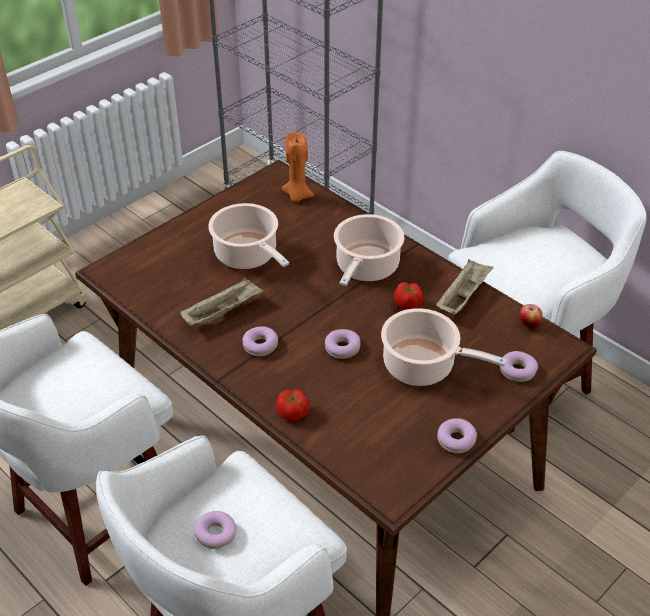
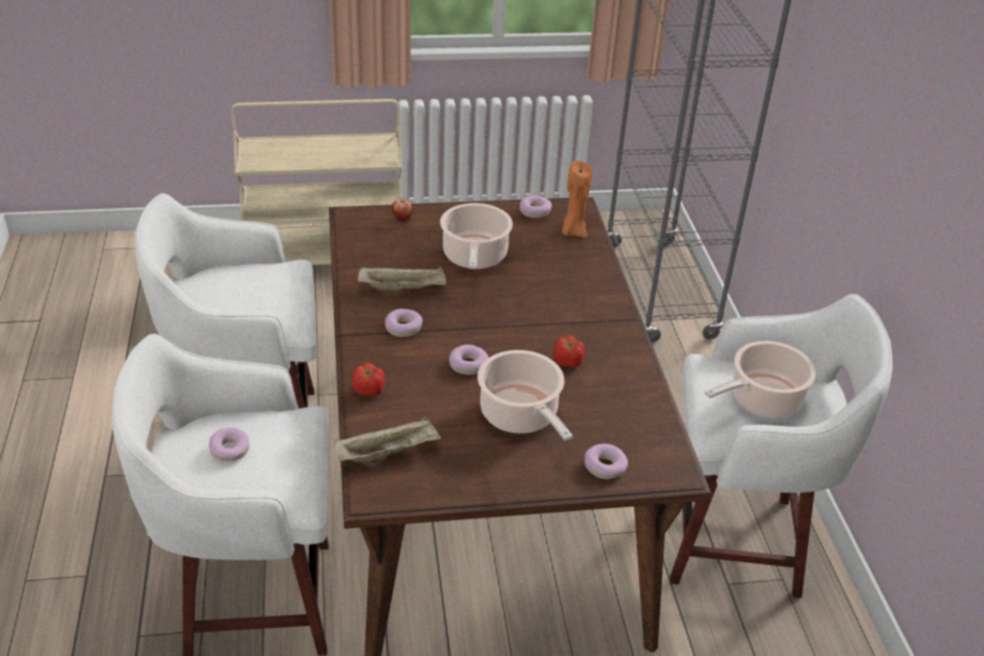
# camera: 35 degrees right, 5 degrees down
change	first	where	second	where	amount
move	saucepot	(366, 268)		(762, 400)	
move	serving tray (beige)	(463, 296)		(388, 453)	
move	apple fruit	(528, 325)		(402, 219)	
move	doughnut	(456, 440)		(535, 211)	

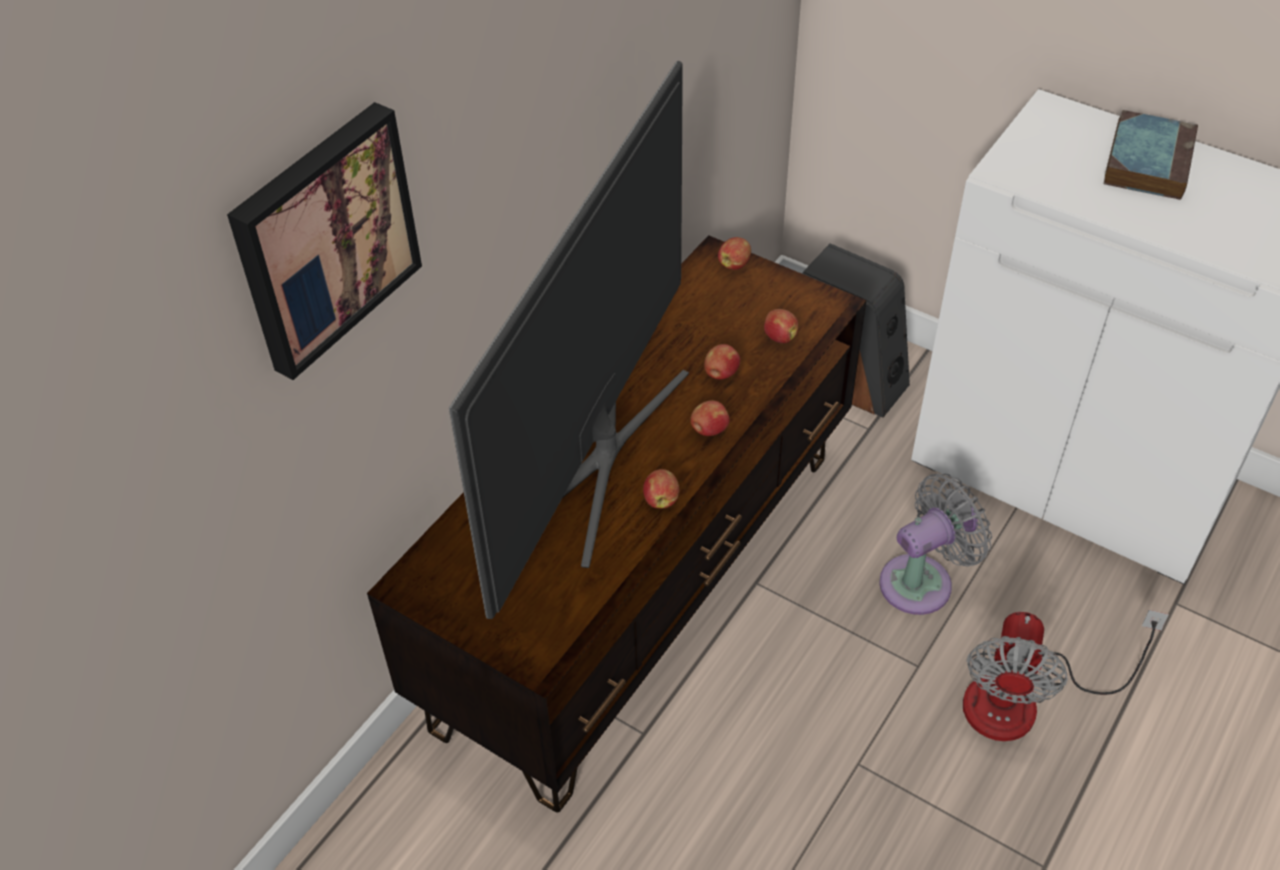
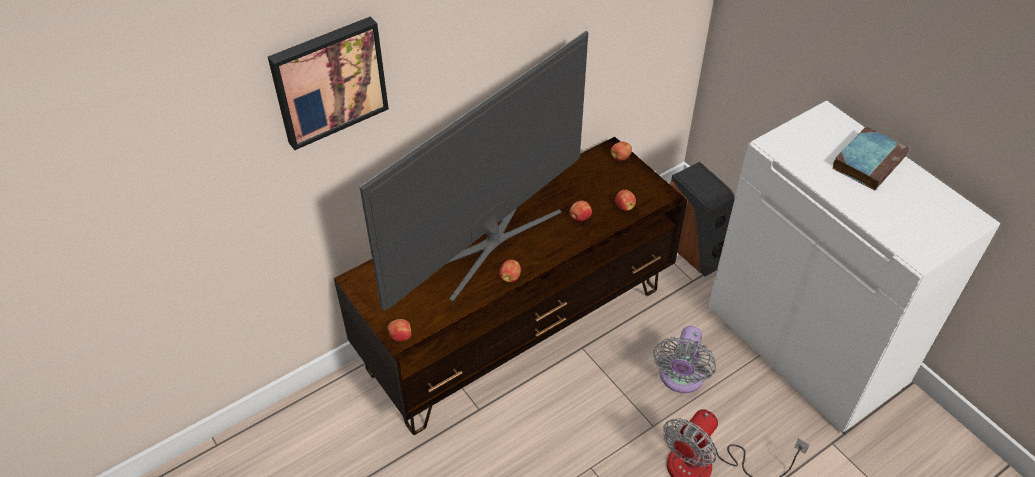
# camera: 20 degrees right, 0 degrees up
change	first	where	second	where	amount
move	apple fruit	(709, 430)		(400, 336)	
rotate	electric fan (greyish)	(922, 581)		(680, 378)	120 degrees clockwise

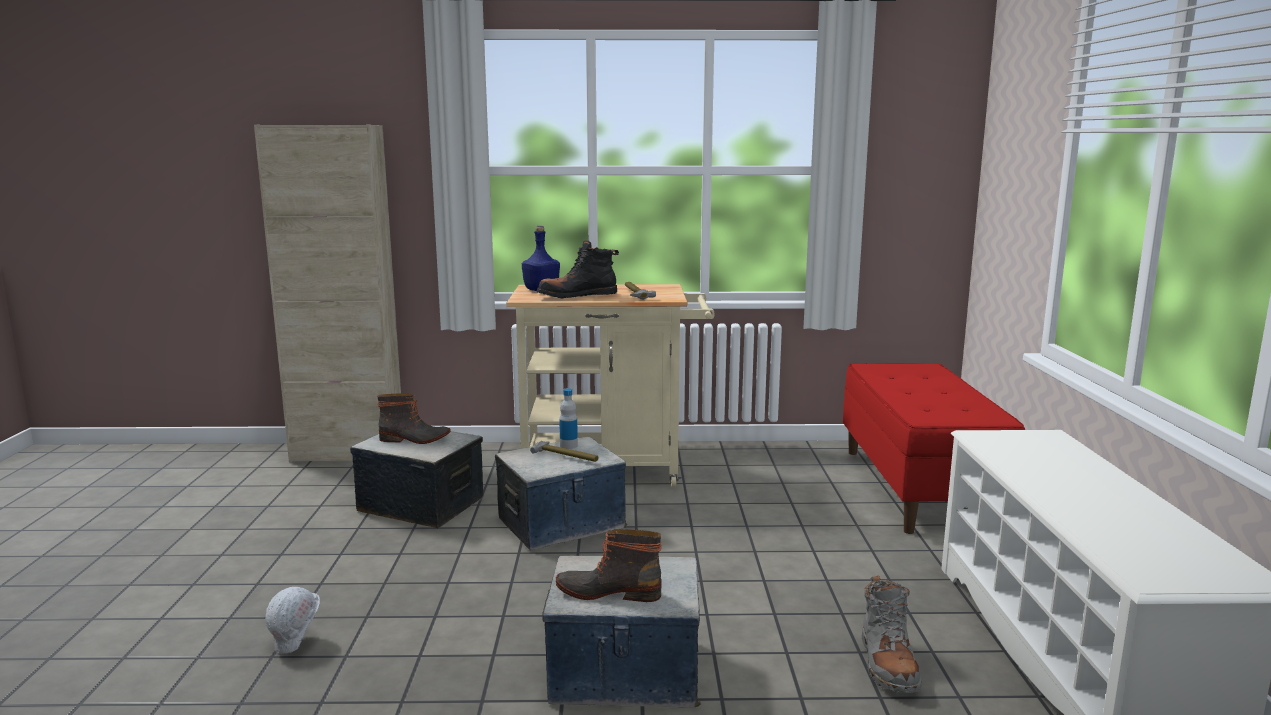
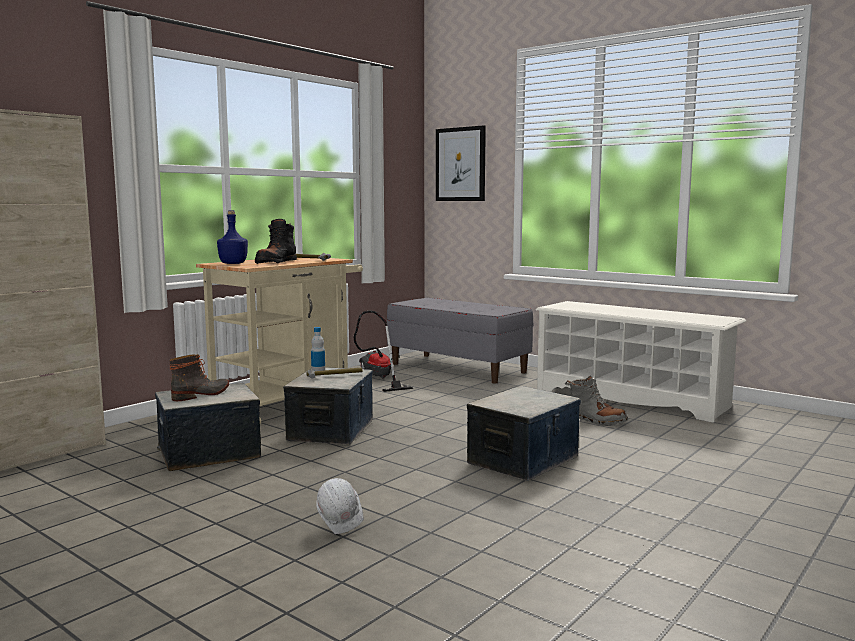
# camera: 50 degrees left, 5 degrees down
change	first	where	second	where	amount
recolor	indoor bench (red)	(919, 488)	indoor bench (greyish)	(458, 368)	
delete	tall boot	(609, 591)			
insert			wall art	(460, 164)	
insert			vacuum cleaner	(378, 378)	

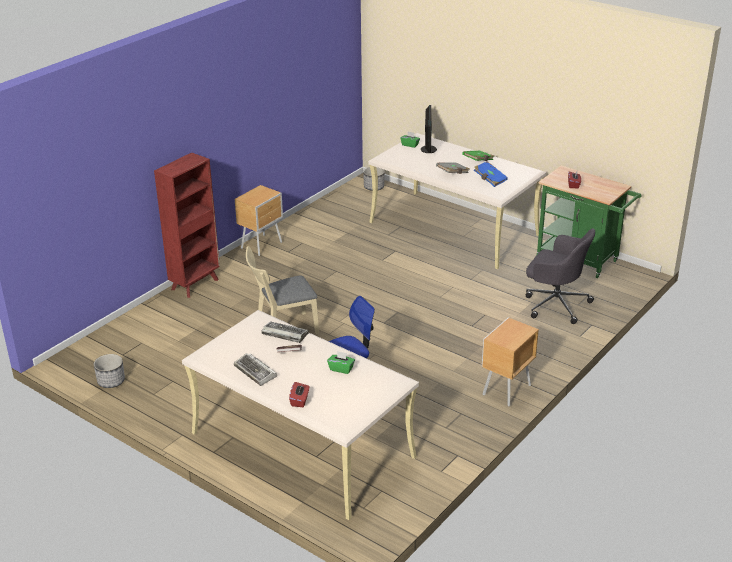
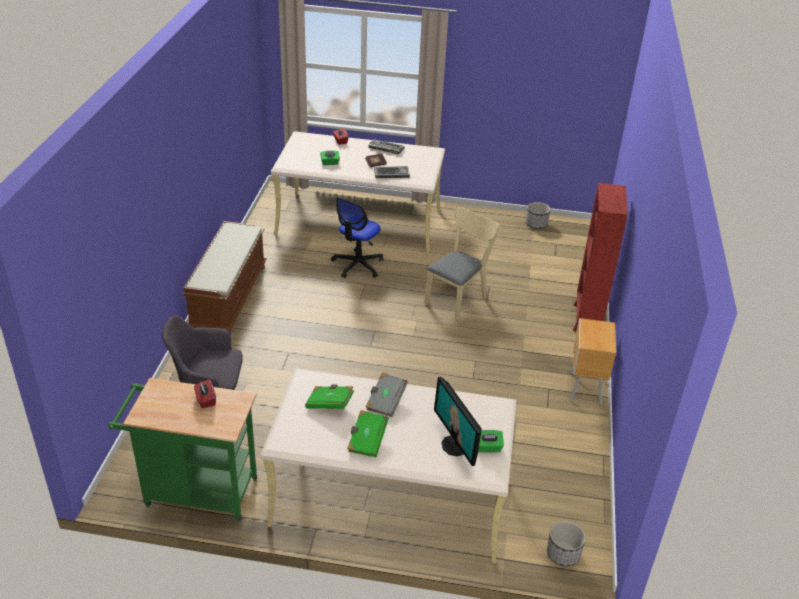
# camera: 150 degrees right, 5 degrees up
change	first	where	second	where	amount
recolor	bound book (blue-coloured)	(489, 180)	bound book (green-coloured)	(330, 404)	
replace	night table (brown-coloured)	(505, 390)	indoor bench (brown-coloured)	(228, 297)	

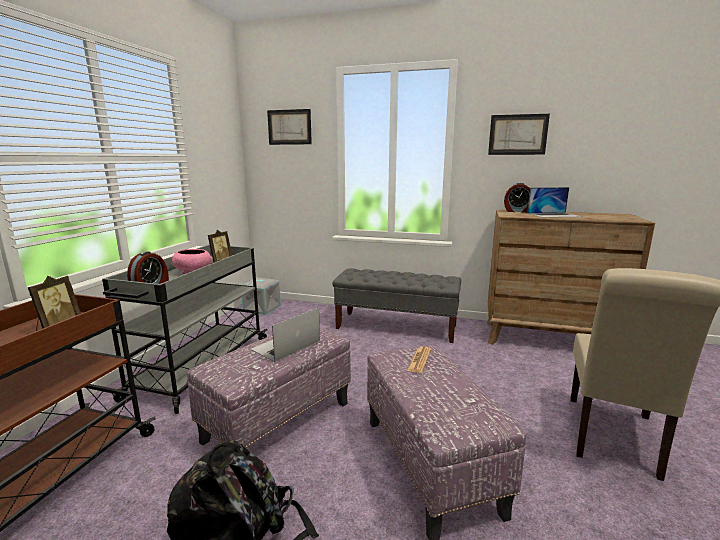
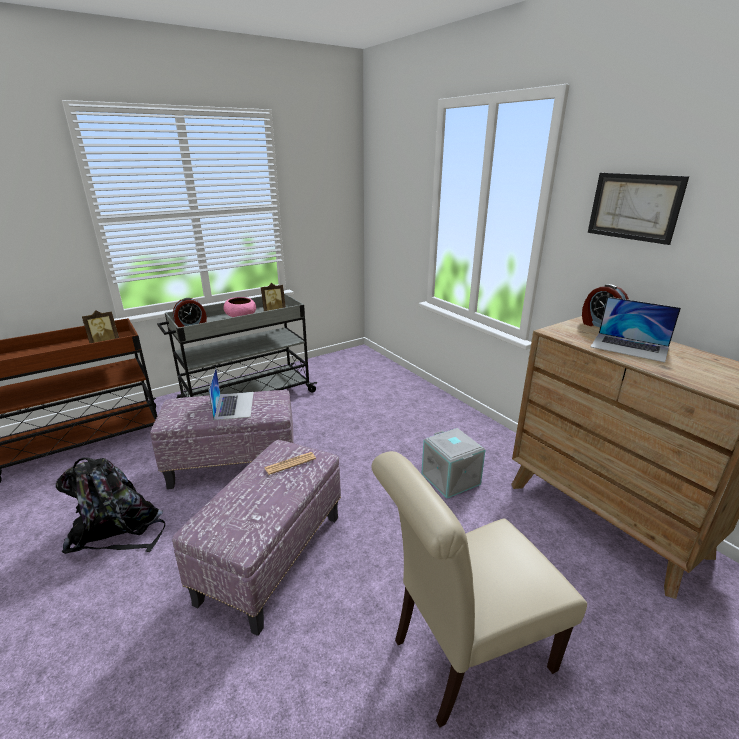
# camera: 40 degrees right, 10 degrees up
change	first	where	second	where	amount
delete	wall art	(289, 127)			
delete	indoor bench (greyish)	(396, 327)			
move	storage container (greyish)	(262, 308)		(451, 479)	
rotate	notebook computer	(285, 345)		(234, 405)	90 degrees clockwise

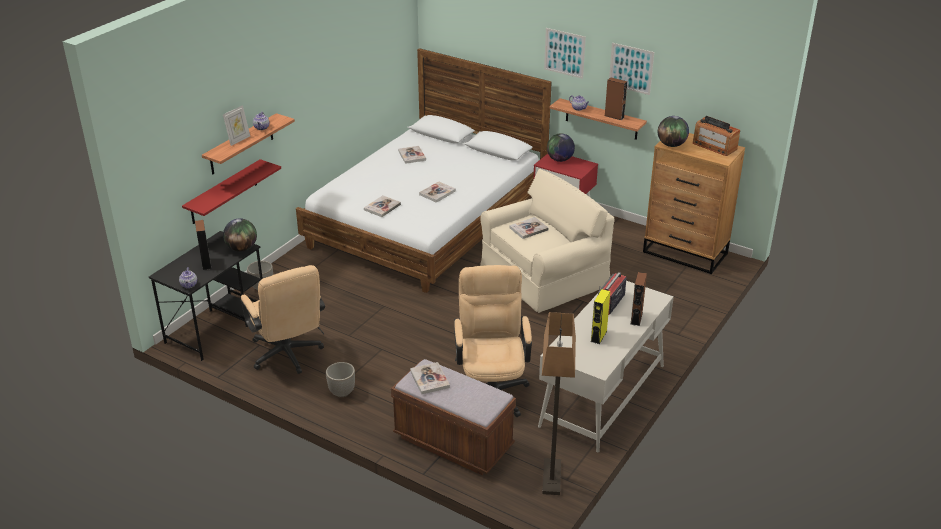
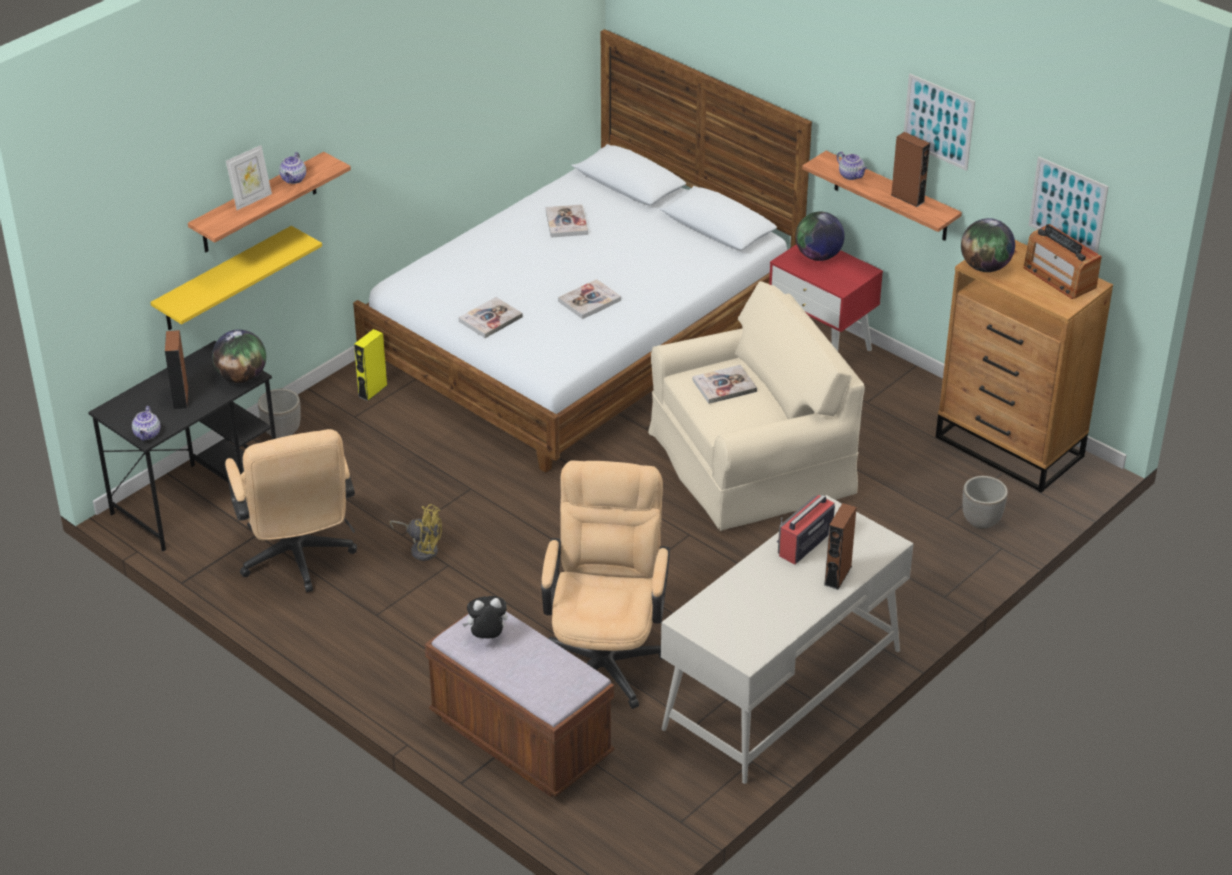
# camera: 10 degrees right, 5 degrees up
change	first	where	second	where	amount
move	wall art	(564, 53)		(1068, 206)	
recolor	bracket shelf (red)	(224, 192)	bracket shelf (yellow)	(224, 280)	
move	speaker (yellow)	(598, 336)		(372, 391)	
delete	standing lamp	(552, 478)			
move	planter	(341, 392)		(980, 521)	
replace	bound book	(429, 379)	plush toy	(487, 637)	
insert			electric fan (yellow)	(422, 548)	

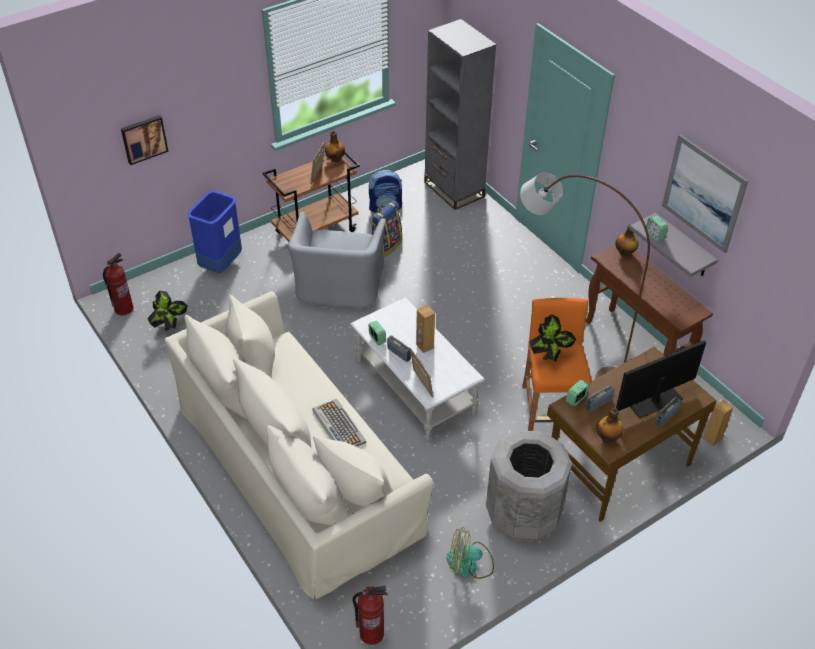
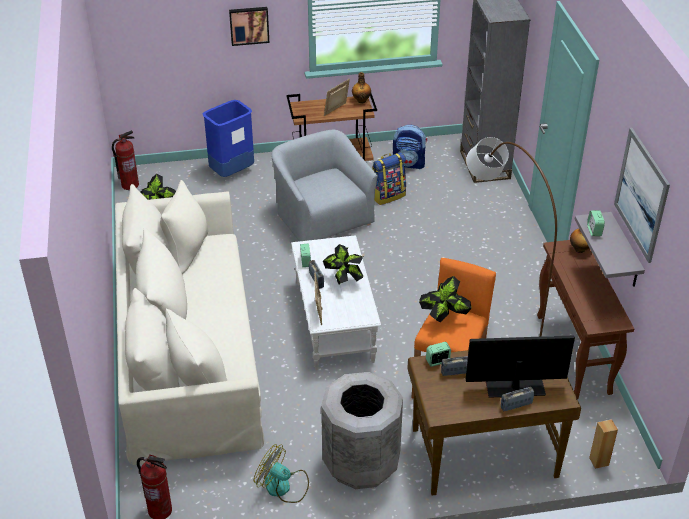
# camera: 25 degrees right, 5 degrees down
change	first	where	second	where	amount
move	wall art	(144, 139)		(249, 25)	
rotate	easy chair (greyish)	(339, 286)		(322, 218)	120 degrees clockwise
replace	speaker (brown-coloured)	(424, 346)	plant in a pot	(344, 280)	
delete	computer keyboard	(338, 426)			
delete	drink bottle	(608, 438)			

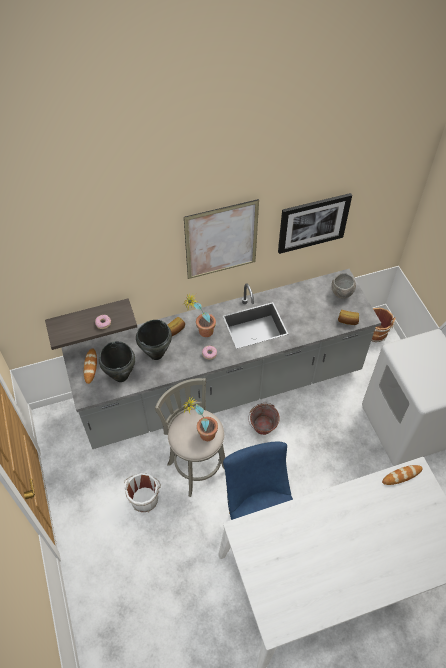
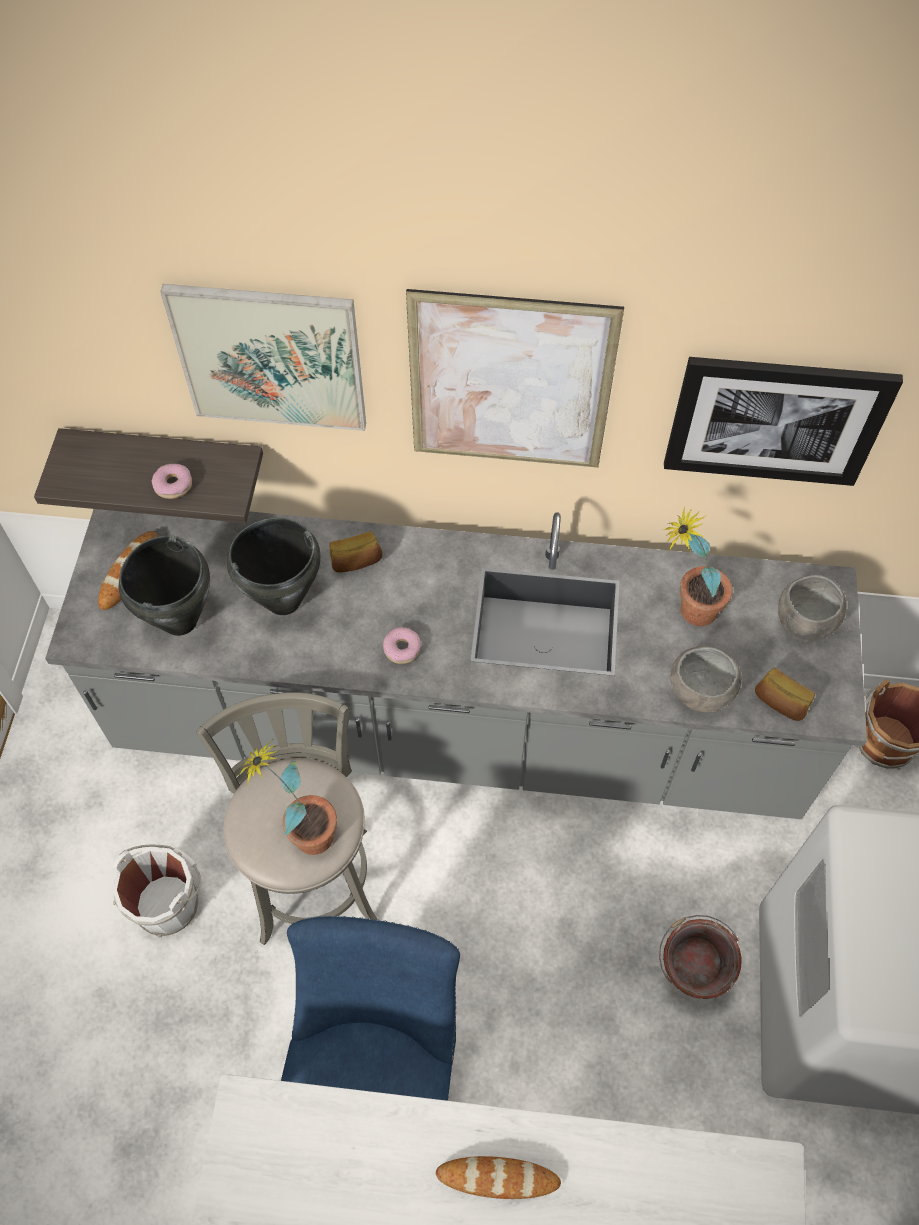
# camera: 25 degrees right, 5 degrees up
change	first	where	second	where	amount
move	plant in a pot	(201, 332)		(686, 610)	
move	pail	(262, 430)		(687, 974)	
move	bakery bread	(401, 475)		(497, 1178)	
insert			wall art	(270, 357)	
insert			deep dish (greyish)	(701, 693)	

